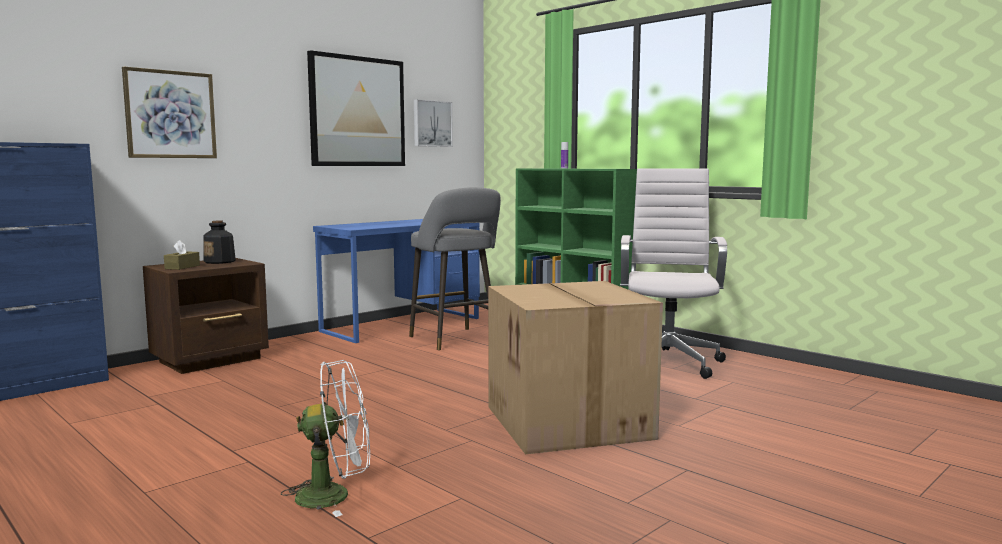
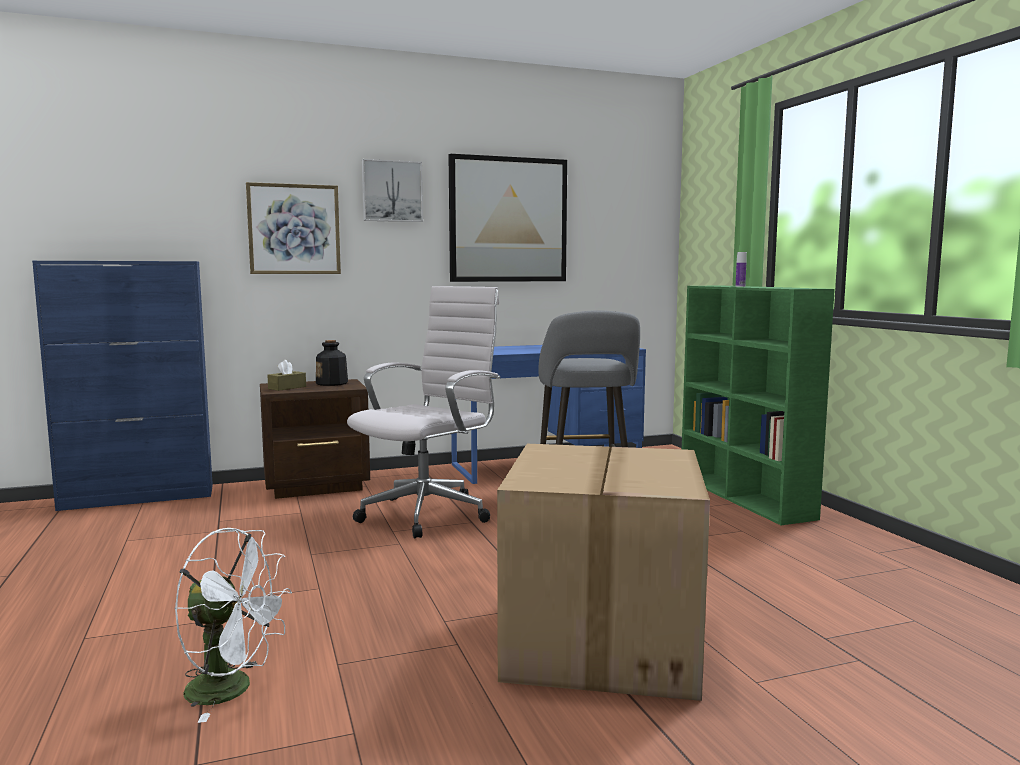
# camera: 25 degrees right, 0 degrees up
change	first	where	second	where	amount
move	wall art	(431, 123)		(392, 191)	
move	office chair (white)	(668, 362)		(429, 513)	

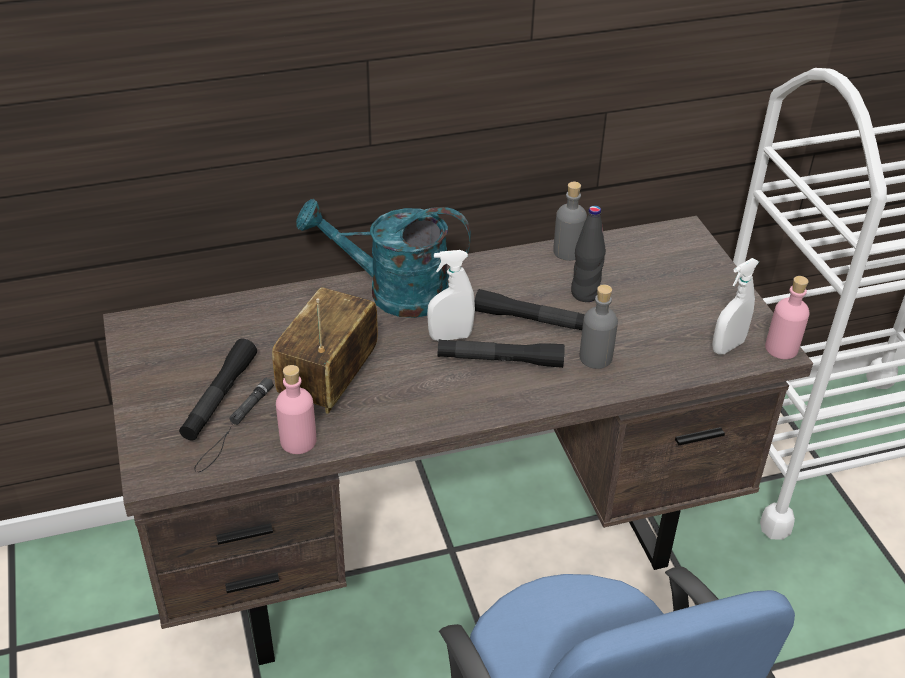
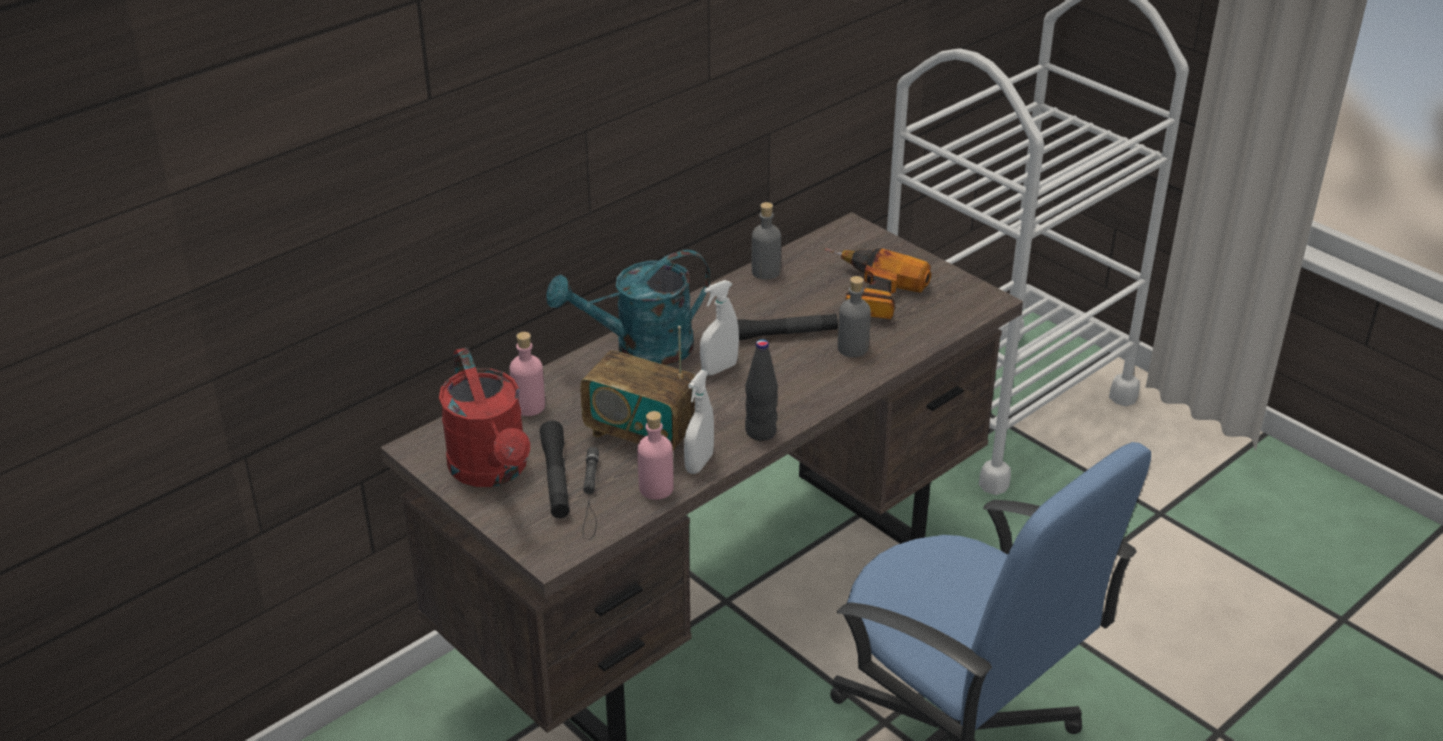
# camera: 25 degrees left, 5 degrees down
change	first	where	second	where	amount
move	drink bottle (blackish)	(585, 294)		(760, 432)	
move	sprayer (white)	(728, 346)		(699, 463)	
move	drink bottle (pinkish)	(781, 348)		(529, 406)	
rotate	radio	(329, 379)		(642, 434)	60 degrees counterclockwise
delete	flashlight (blackish)	(500, 360)			
insert			power drill	(869, 294)	
insert			watering pot (red)	(493, 471)	

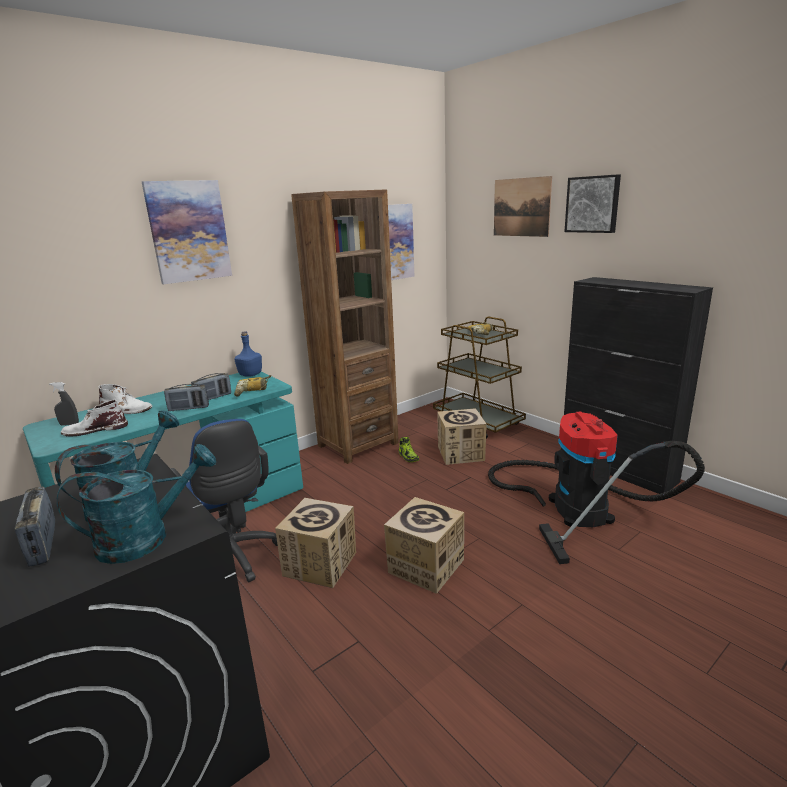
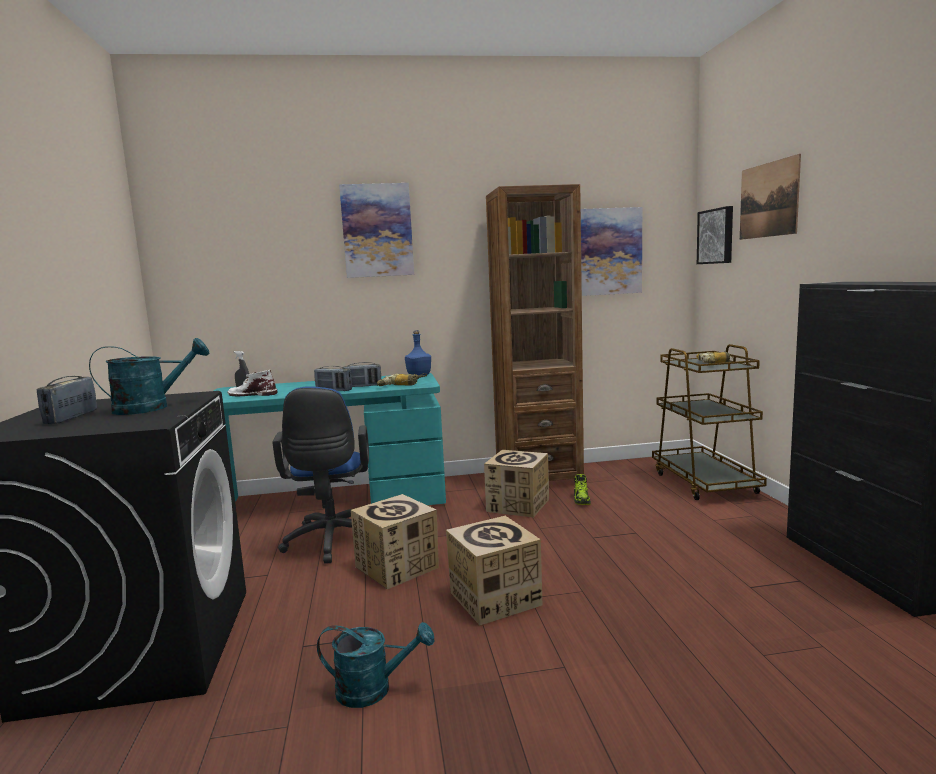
# camera: 30 degrees right, 10 degrees down
change	first	where	second	where	amount
move	wall art	(593, 204)		(716, 236)	
delete	tall boot (white)	(126, 410)			
move	cardboard box	(461, 453)		(518, 505)	
delete	vacuum cleaner	(574, 506)			
move	watering pot (blue-green)	(146, 538)		(373, 690)	

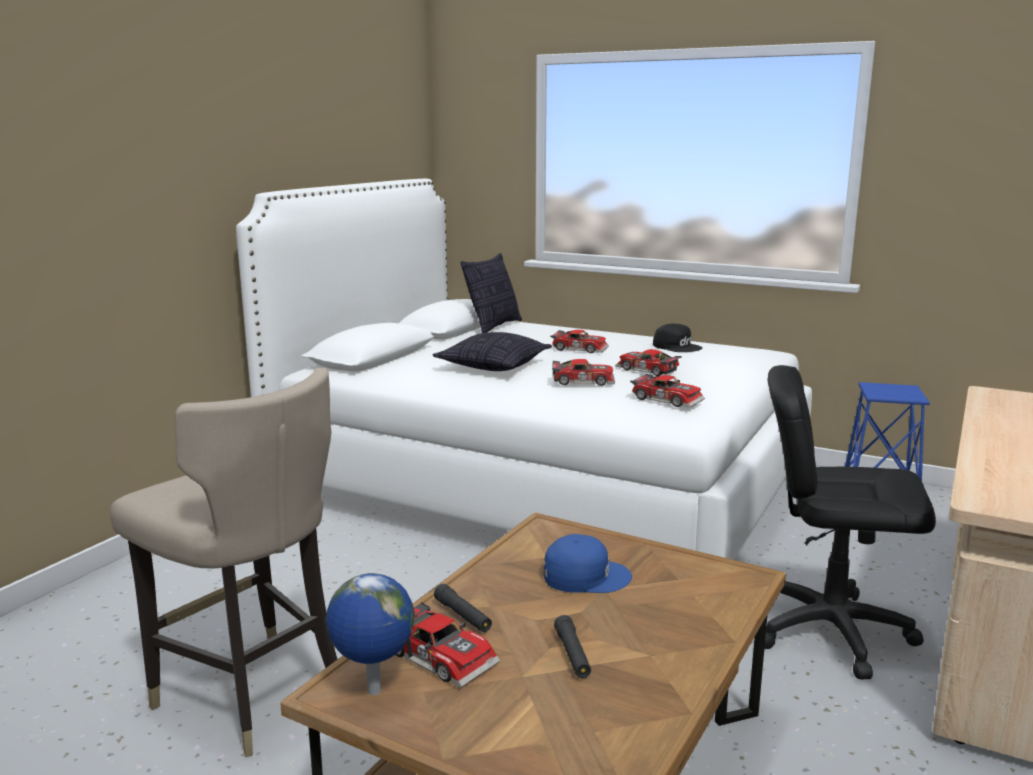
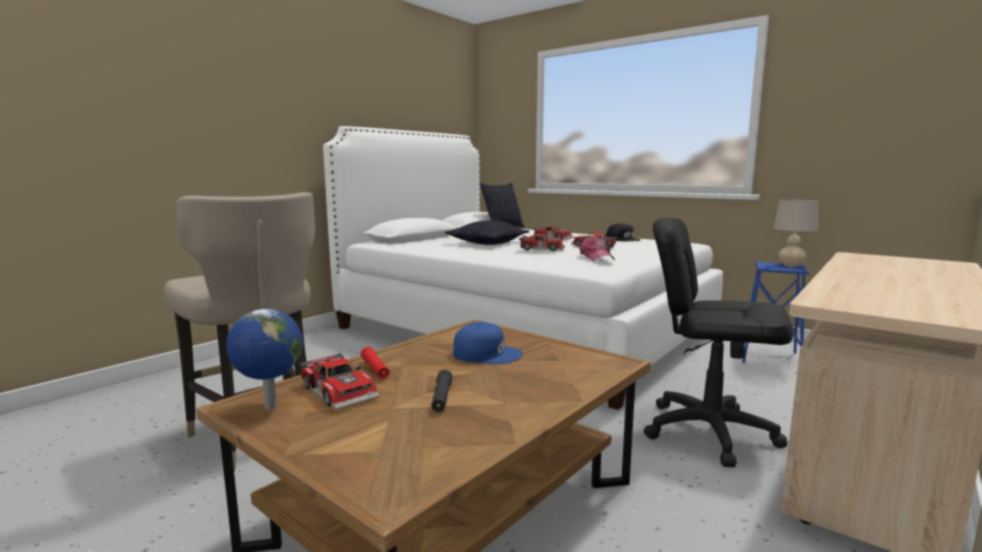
# camera: 10 degrees right, 5 degrees down
change	first	where	second	where	amount
replace	miniature car	(667, 399)	baseball cap	(596, 257)	
recolor	flashlight (blackish)	(463, 616)	flashlight (red)	(375, 369)	
insert			tabletop lamp (beige)	(791, 265)	

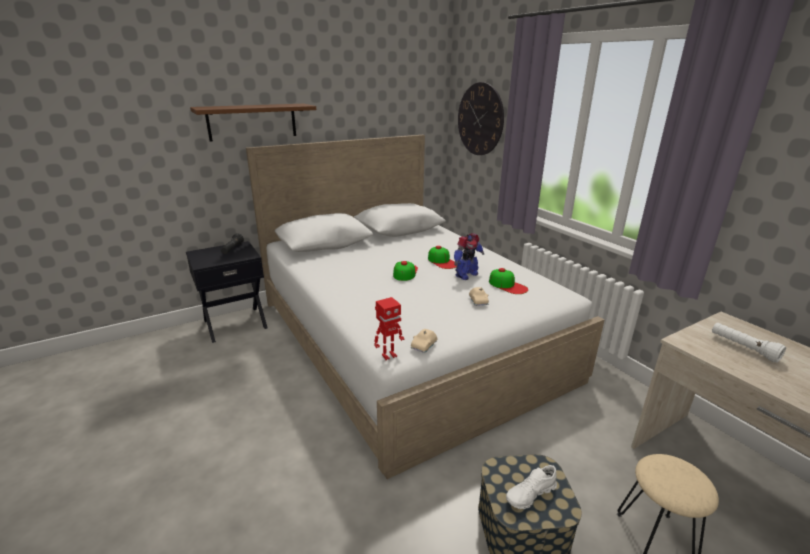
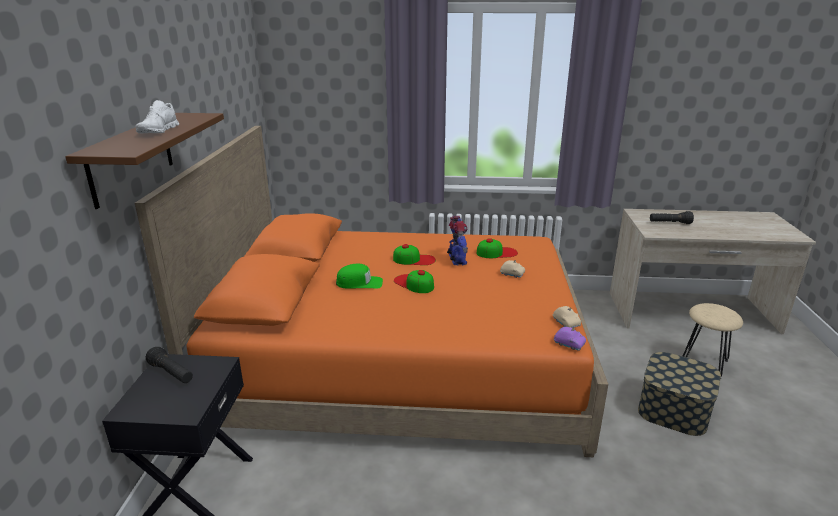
# camera: 55 degrees left, 0 degrees up
change	first	where	second	where	amount
delete	clock on the wall	(480, 119)			
recolor	sleeping bed (white)	(407, 337)	sleeping bed (orangey)	(401, 360)	
replace	model robot	(388, 355)	miniature car (purplish)	(569, 344)	
recolor	flashlight (white)	(743, 348)	flashlight (blackish)	(669, 223)	
move	shoe (white)	(530, 494)		(159, 131)	
insert			baseball cap (green-coloured)	(359, 283)	

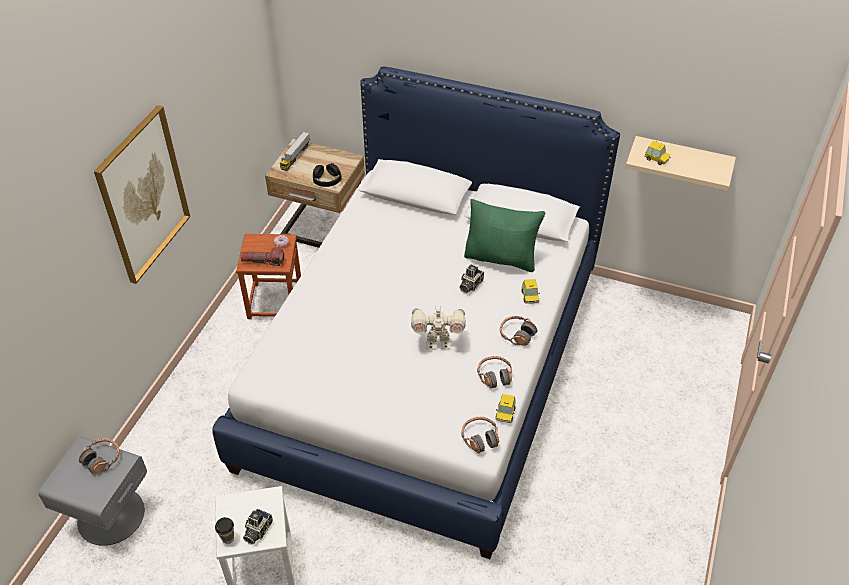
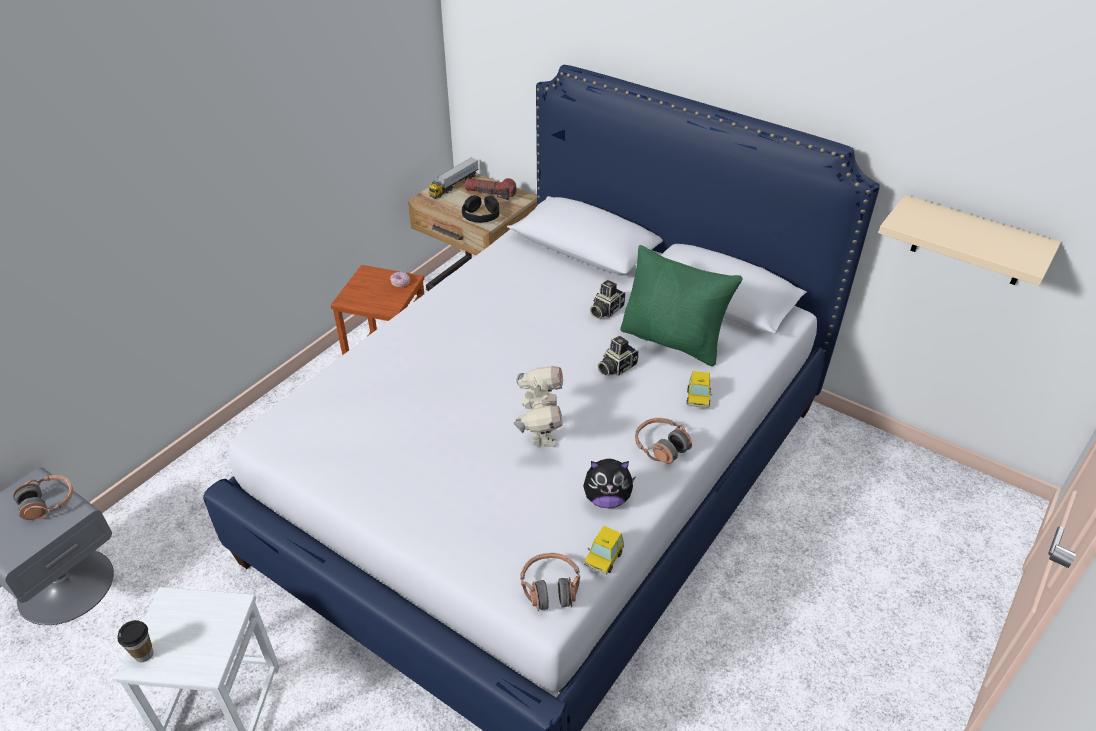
# camera: 15 degrees right, 5 degrees down
change	first	where	second	where	amount
delete	wall art	(143, 195)			
delete	miniature car	(656, 159)			
move	flashlight	(263, 261)		(491, 194)	
rotate	model robot	(438, 342)		(540, 434)	105 degrees counterclockwise
replace	pair of headphones	(494, 376)	plush toy	(607, 499)	
move	photo camera	(257, 530)		(605, 310)	

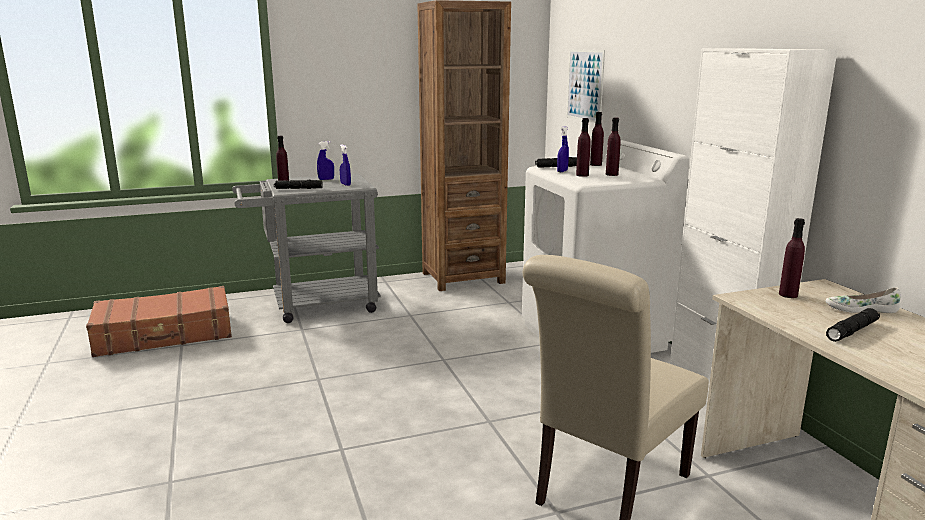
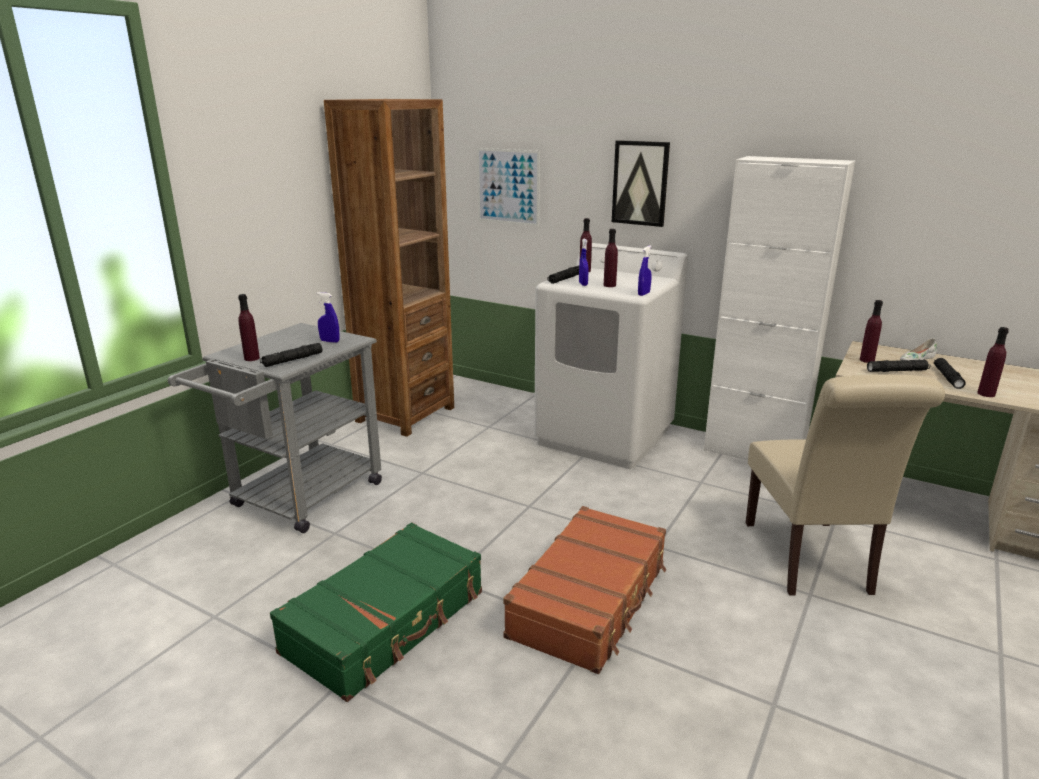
# camera: 40 degrees left, 5 degrees up
change	first	where	second	where	amount
move	drink bottle (purplish)	(611, 174)		(986, 394)	
move	sprayer (blue-coloured)	(326, 179)		(643, 294)	
move	travel case (brown-coloured)	(165, 335)		(590, 600)	
insert			wall art	(640, 183)	
insert			flashlight (blackish)	(897, 371)	
insert			travel case (green-coloured)	(387, 622)	

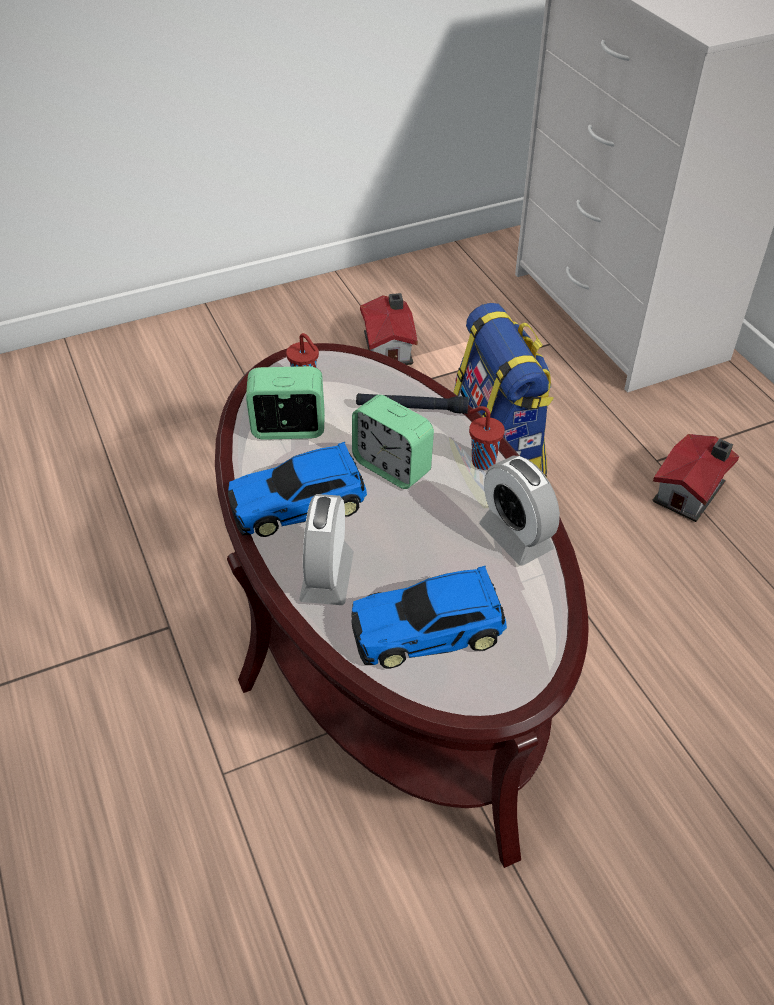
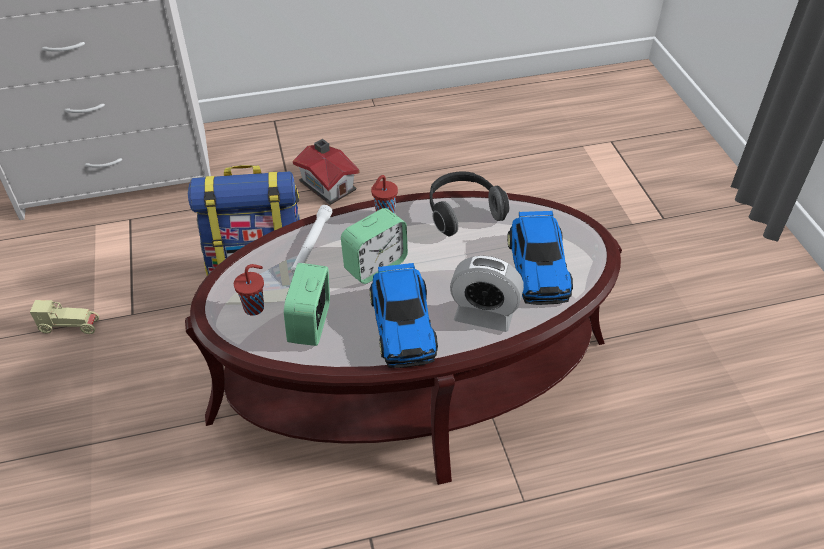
# camera: 80 degrees left, 0 degrees up
change	first	where	second	where	amount
replace	toy house	(389, 347)	miniature car (beige)	(70, 326)	
recolor	flashlight (blackish)	(411, 408)	flashlight (white)	(311, 244)	
replace	alarm clock	(515, 537)	pair of headphones	(463, 212)	

